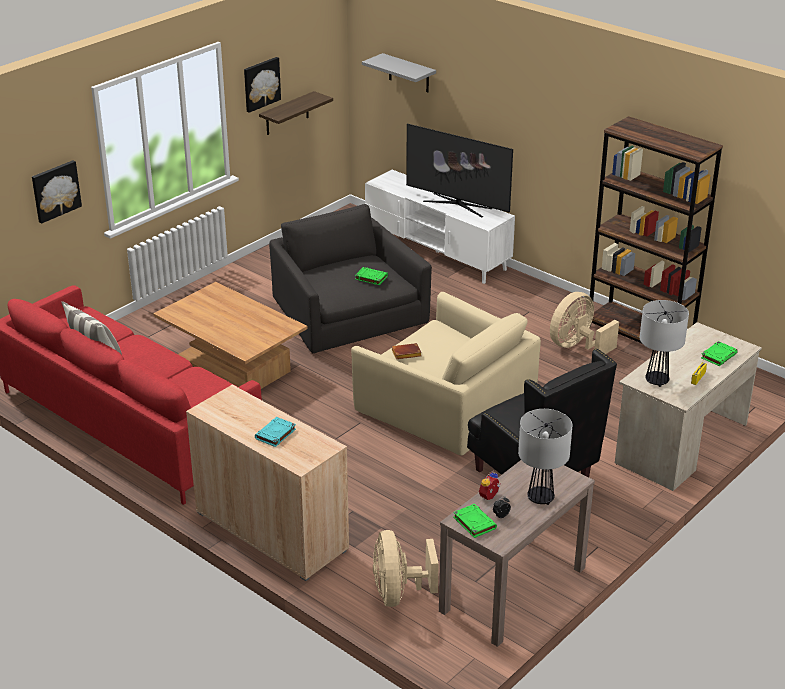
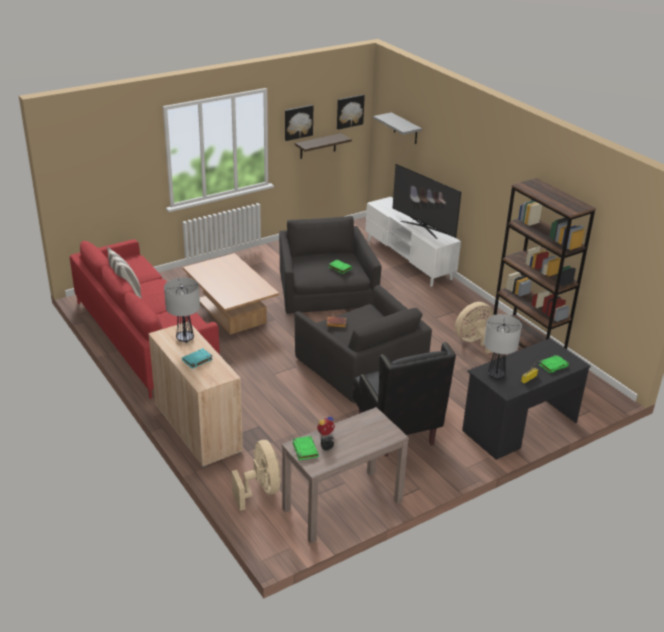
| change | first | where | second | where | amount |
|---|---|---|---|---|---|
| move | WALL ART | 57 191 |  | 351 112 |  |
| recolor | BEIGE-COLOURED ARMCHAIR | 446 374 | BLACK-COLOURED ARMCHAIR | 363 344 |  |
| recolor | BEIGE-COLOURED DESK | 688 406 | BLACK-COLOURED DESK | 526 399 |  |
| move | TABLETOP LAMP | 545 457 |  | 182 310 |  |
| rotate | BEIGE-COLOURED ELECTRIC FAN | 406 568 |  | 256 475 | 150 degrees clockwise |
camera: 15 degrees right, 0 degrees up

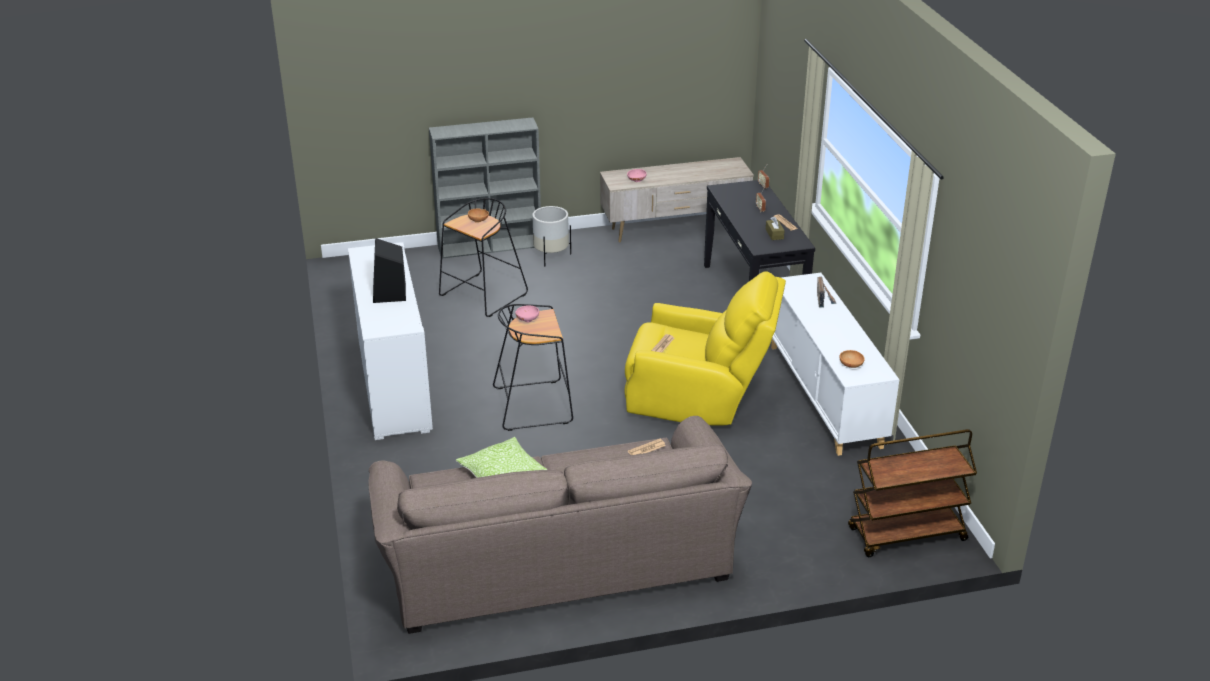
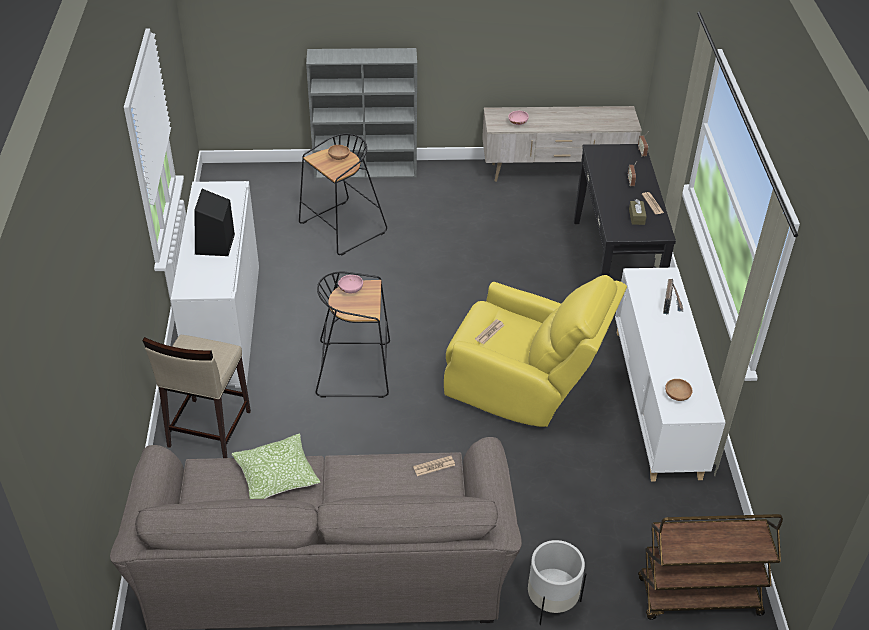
| change | first | where | second | where | amount |
|---|---|---|---|---|---|
| move | WHITE-COLOURED PLANTER | 551 236 |  | 557 582 |  |
| insert |  |  | BEIGE-COLOURED STOOL | 197 396 |  |
camera: 10 degrees right, 10 degrees up

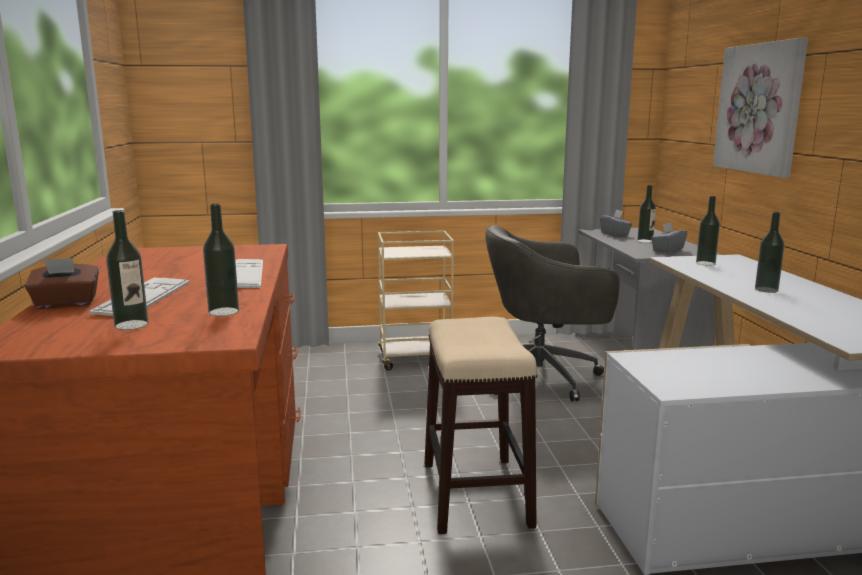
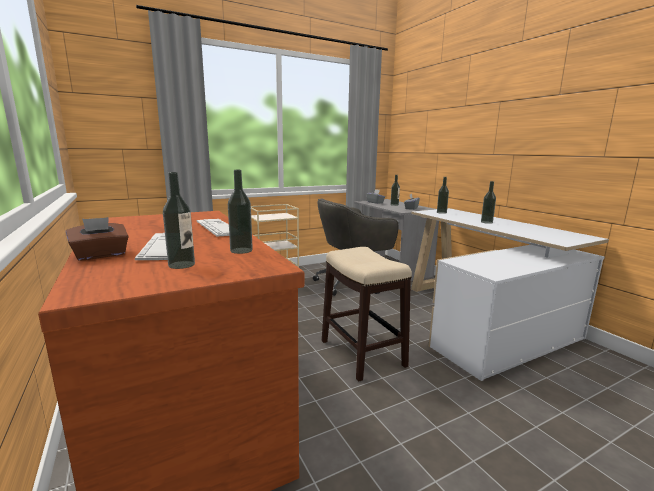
| change | first | where | second | where | amount |
|---|---|---|---|---|---|
| delete | WALL ART | 760 107 |  |  |  |
camera: 20 degrees left, 0 degrees up

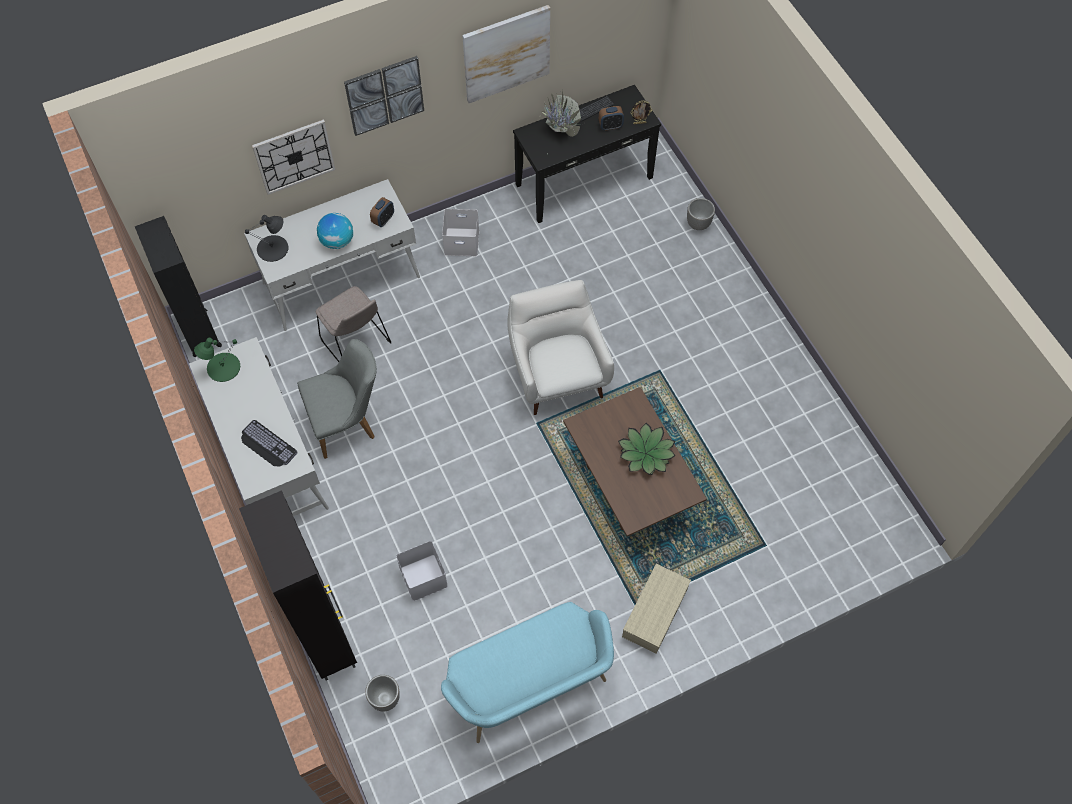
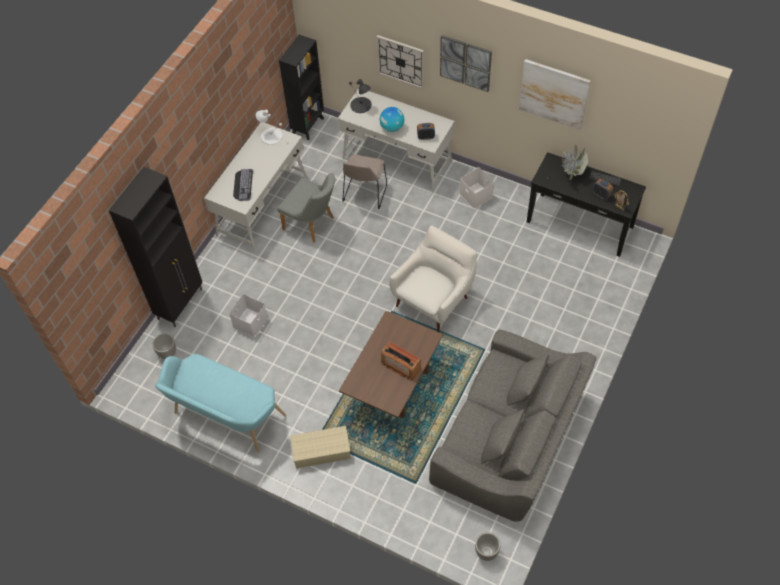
| change | first | where | second | where | amount |
|---|---|---|---|---|---|
| move | PLANTER | 701 214 |  | 487 546 |  |
| recolor | GREEN-COLOURED TABLETOP LAMP | 217 360 | WHITE-COLOURED TABLETOP LAMP | 269 127 |  |
| replace | PLANT IN A POT | 647 449 | RADIO SET | 401 361 |  |
| insert |  |  | GRAY SETTEE | 512 425 |  |
camera: 55 degrees right, 5 degrees down

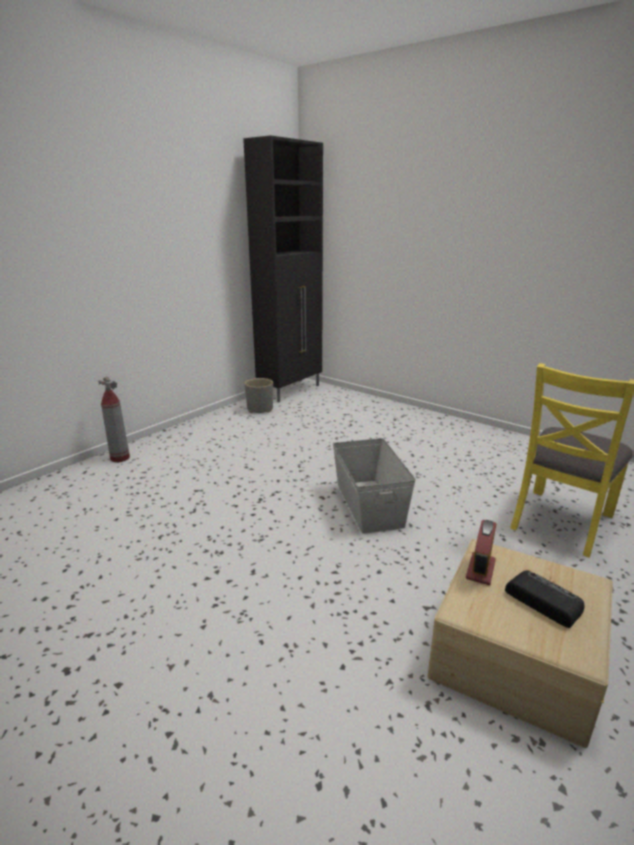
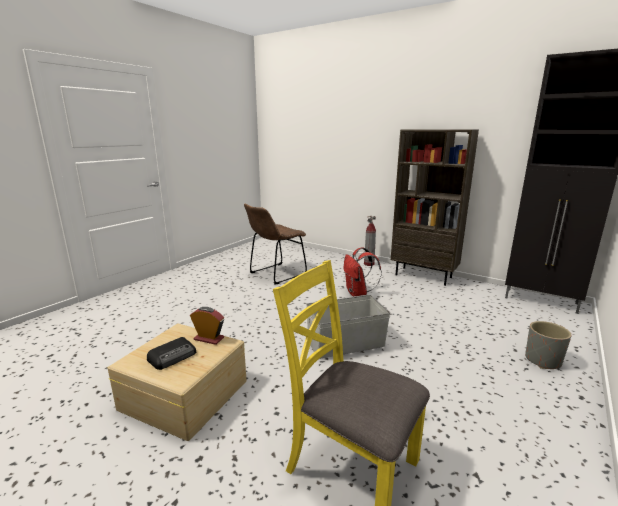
| change | first | where | second | where | amount |
|---|---|---|---|---|---|
| move | GRAY PLANTER | 259 395 |  | 548 345 |  |
| insert |  |  | BROWN BOOKCASE | 435 208 |  |
| insert |  |  | BROWN UPRIGHT CHAIR | 275 244 |  |
| insert |  |  | REDDISH KNAPSACK | 362 272 |  |
camera: 85 degrees right, 5 degrees down

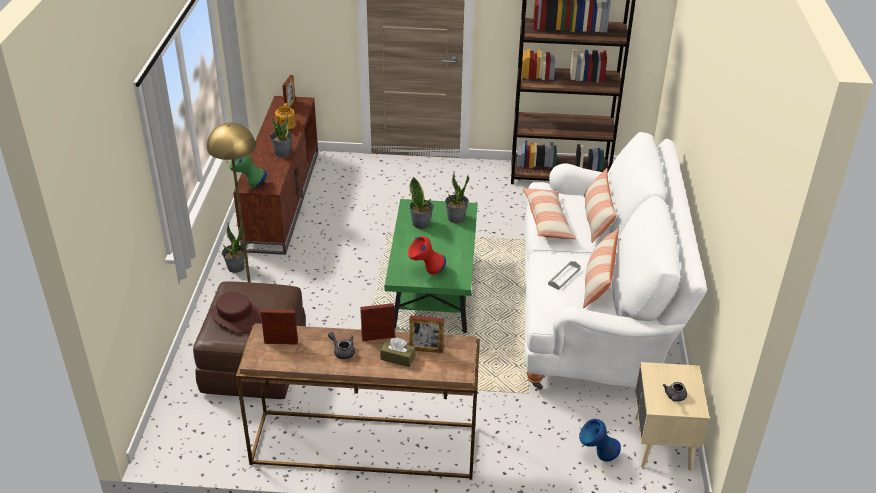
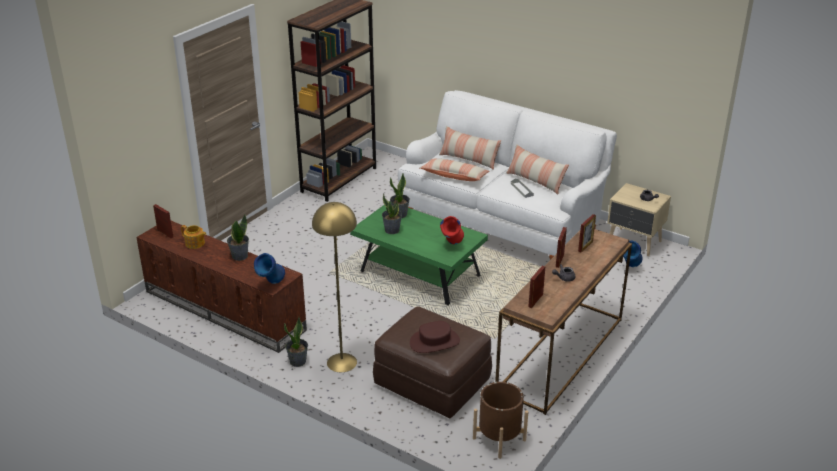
| change | first | where | second | where | amount |
|---|---|---|---|---|---|
| recolor | GREEN-COLOURED FLOWER VASE | 248 170 | BLUE FLOWER VASE | 269 268 |  |
| delete | BROWN TISSUE HOLDER | 397 352 |  |  |  |
| insert |  |  | BROWN PLANTER | 500 420 |  |
camera: 60 degrees left, 5 degrees down

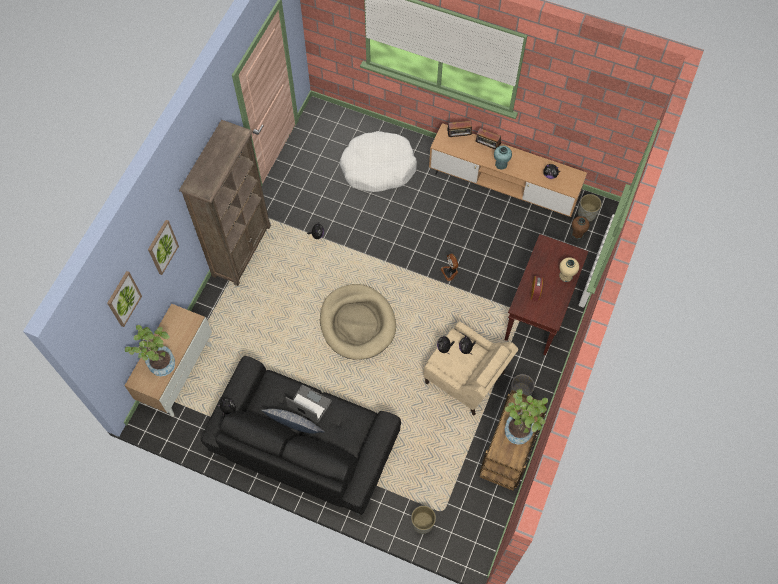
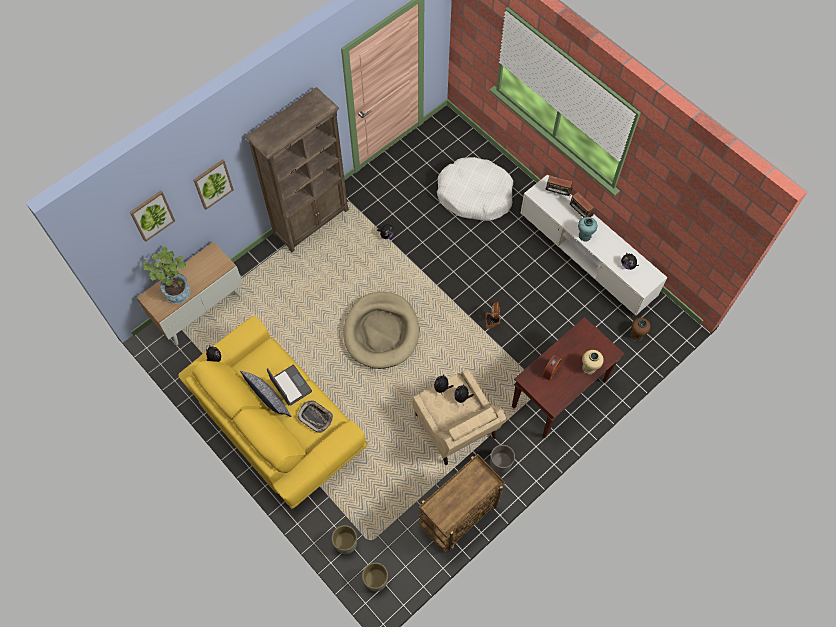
| change | first | where | second | where | amount |
|---|---|---|---|---|---|
| recolor | BROWN TV STAND | 508 171 | WHITE-COLOURED TV STAND | 594 245 |  |
| move | GRAY PLANTER | 589 208 |  | 375 577 |  |
| recolor | BLACK-COLOURED SETTEE | 301 436 | YELLOW SETTEE | 273 412 |  |
| delete | PLANT IN A POT | 526 416 |  |  |  |
| insert |  |  | CARRYING TRAY | 315 416 |  |
camera: 25 degrees right, 0 degrees up

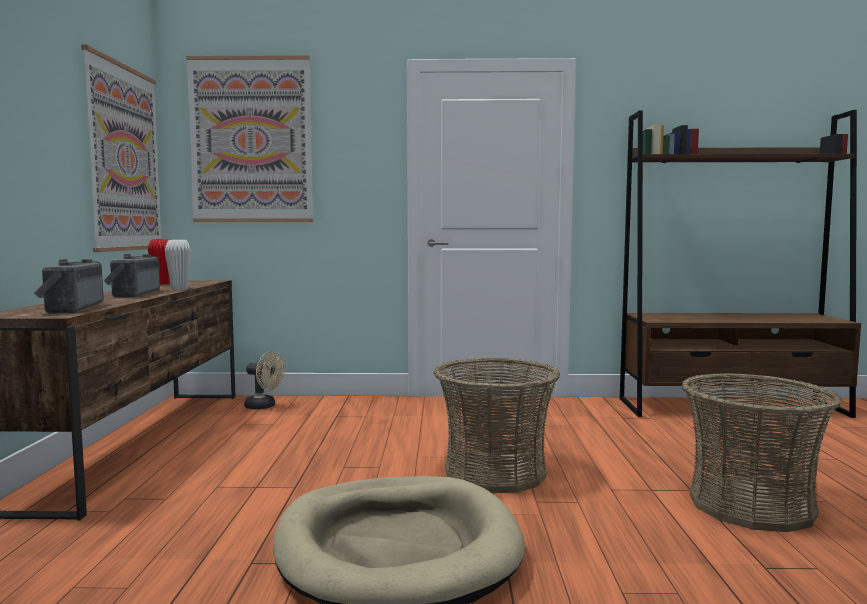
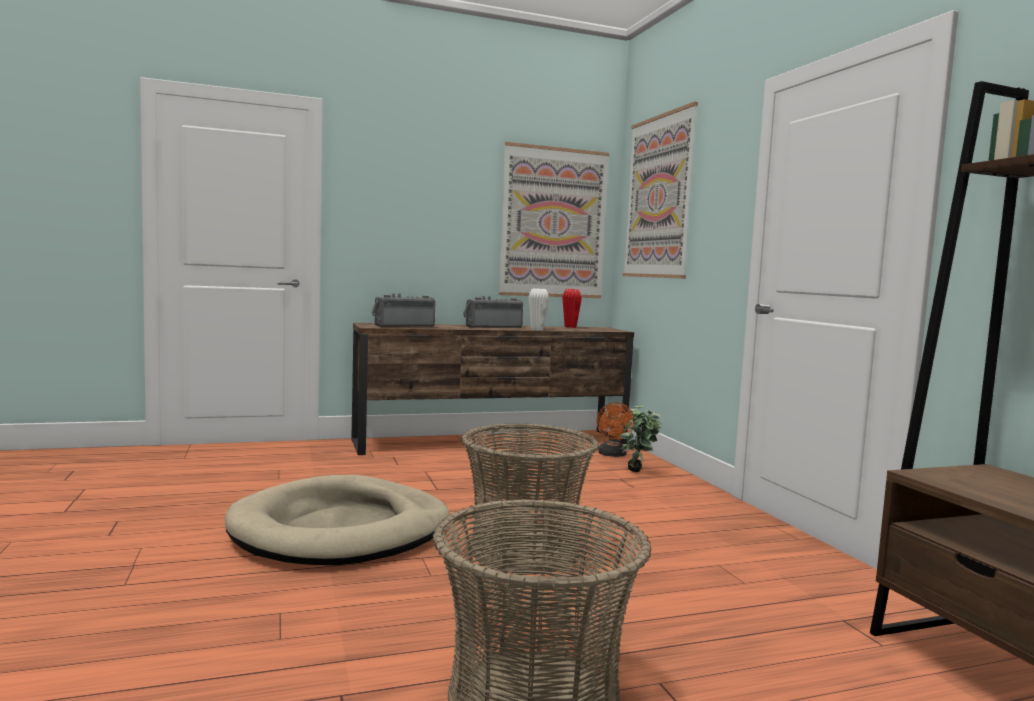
| change | first | where | second | where | amount |
|---|---|---|---|---|---|
| recolor | BEIGE-COLOURED ELECTRIC FAN | 264 380 | ORANGEY ELECTRIC FAN | 615 429 |  |
| insert |  |  | PLANT IN A POT | 641 439 |  |
camera: 70 degrees right, 0 degrees up

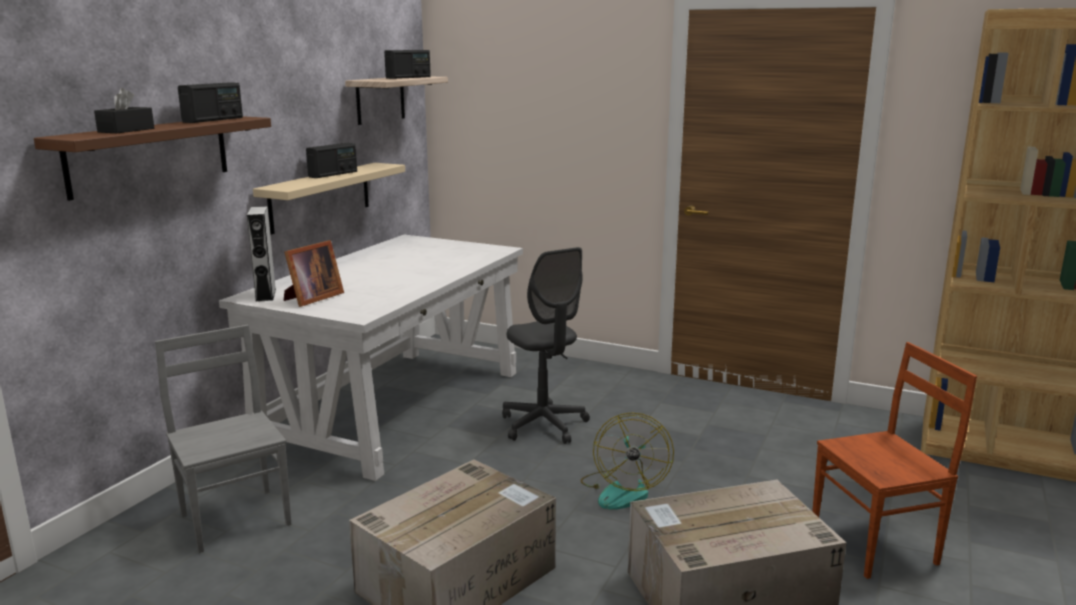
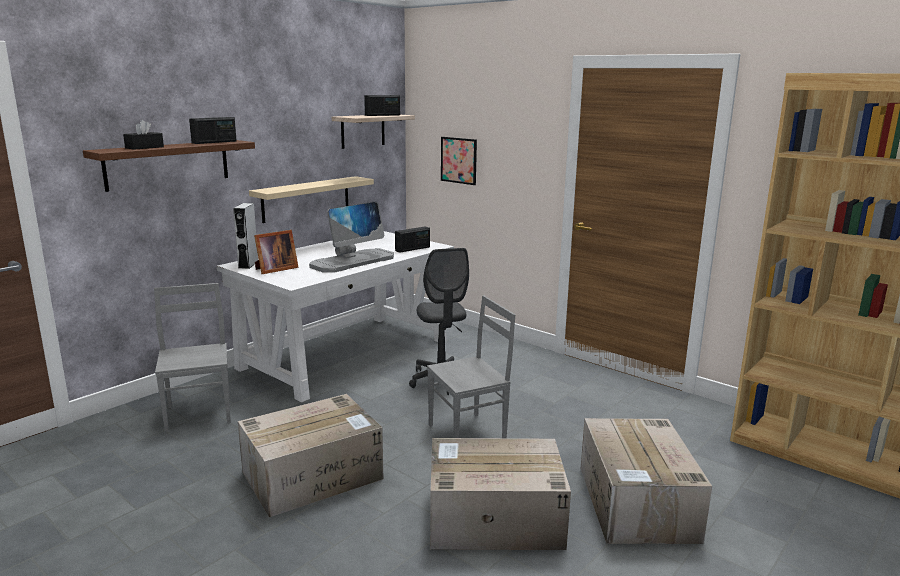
| change | first | where | second | where | amount |
|---|---|---|---|---|---|
| move | RADIO SET | 331 160 |  | 412 239 |  |
| replace | BROWN UPRIGHT CHAIR | 894 460 | CARDBOARD BOX | 646 481 |  |
| replace | ELECTRIC FAN | 627 461 | GRAY UPRIGHT CHAIR | 471 366 |  |
| insert |  |  | WALL ART | 459 161 |  |
| insert |  |  | MONITOR | 351 237 |  |
camera: 15 degrees right, 0 degrees up

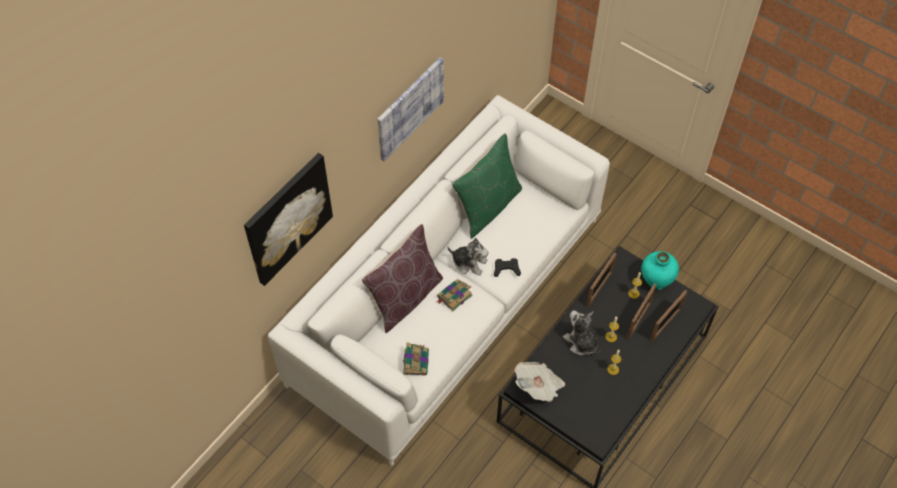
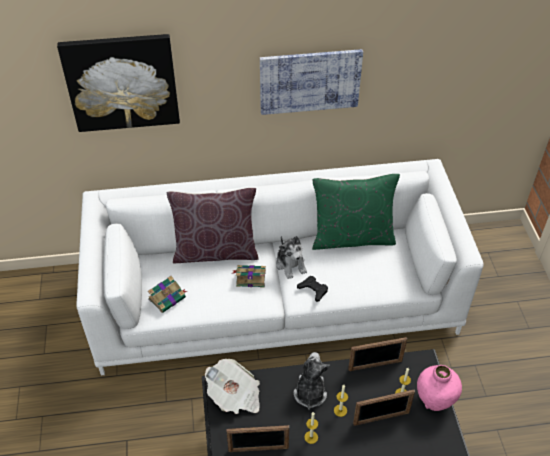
| change | first | where | second | where | amount |
|---|---|---|---|---|---|
| recolor | BLUE-GREEN FLOWER VASE | 660 270 | PINK-COLOURED FLOWER VASE | 439 388 |  |
| move | STANDING FRAME | 668 315 |  | 257 438 |  |
camera: 45 degrees right, 10 degrees down

